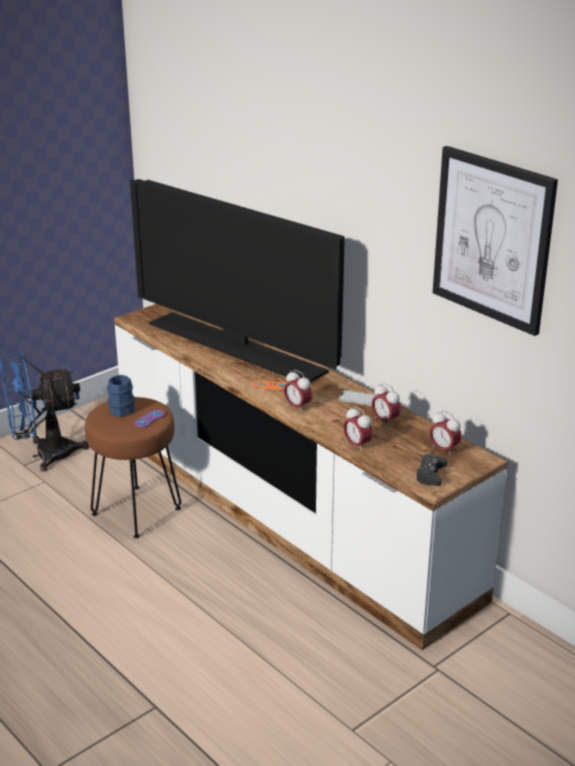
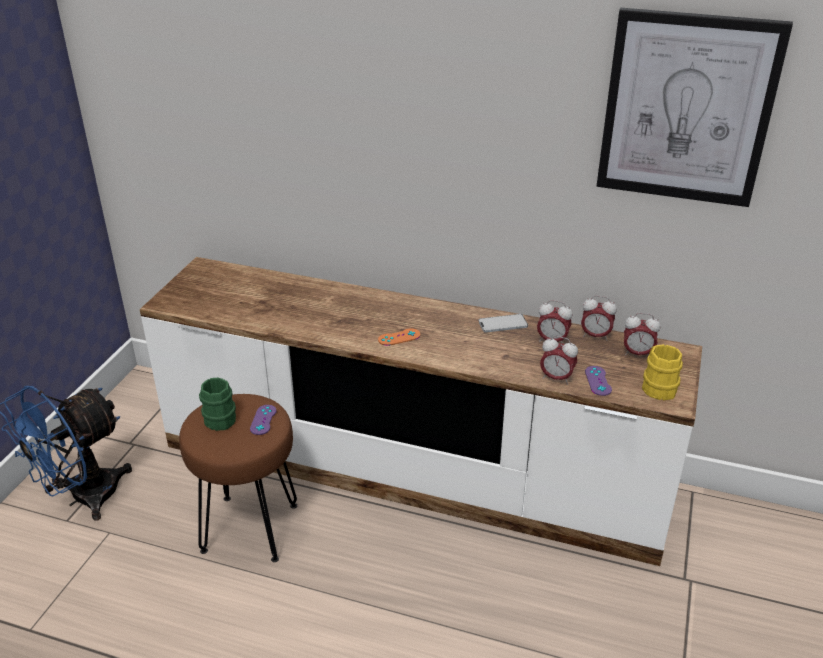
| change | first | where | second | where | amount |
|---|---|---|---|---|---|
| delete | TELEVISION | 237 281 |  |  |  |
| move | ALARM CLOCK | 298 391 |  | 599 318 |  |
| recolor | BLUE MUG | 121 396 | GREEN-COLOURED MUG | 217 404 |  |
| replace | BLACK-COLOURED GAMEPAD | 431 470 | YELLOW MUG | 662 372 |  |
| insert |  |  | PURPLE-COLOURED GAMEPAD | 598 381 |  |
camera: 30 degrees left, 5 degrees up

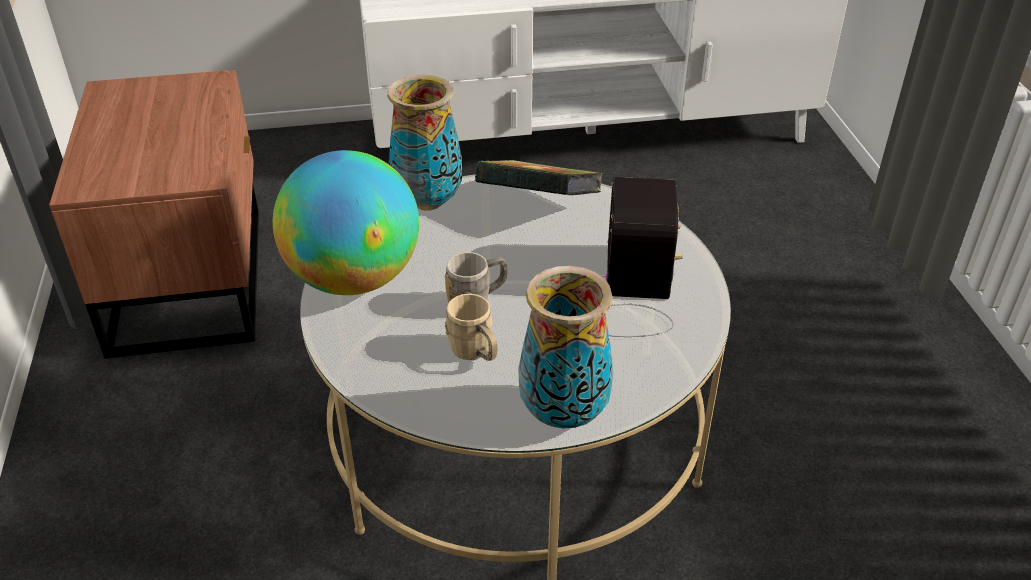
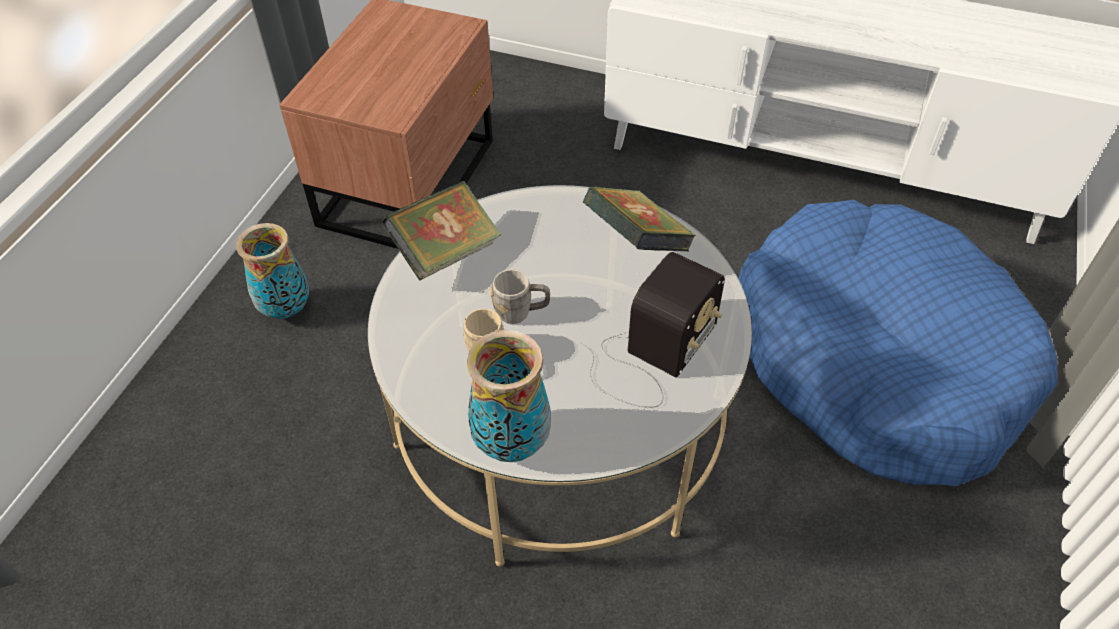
| change | first | where | second | where | amount |
|---|---|---|---|---|---|
| move | FLOWER VASE | 424 143 |  | 272 271 |  |
| replace | DESK GLOBE | 346 222 | VOLUME | 441 231 |  |
| insert |  |  | BLUE DOG BED | 898 343 |  |
camera: 30 degrees right, 10 degrees up

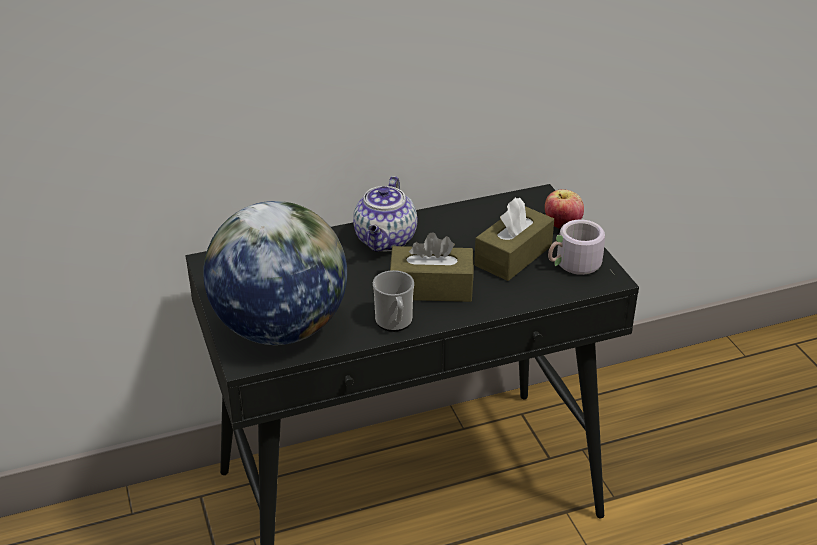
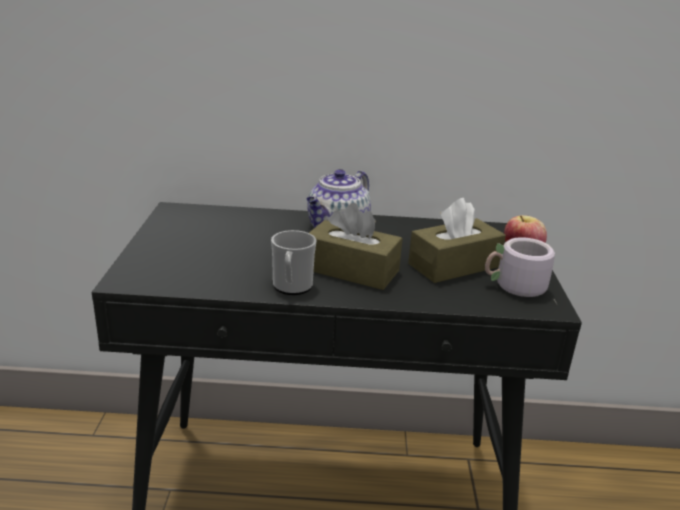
| change | first | where | second | where | amount |
|---|---|---|---|---|---|
| delete | DESK GLOBE | 275 273 |  |  |  |
camera: 20 degrees right, 10 degrees down

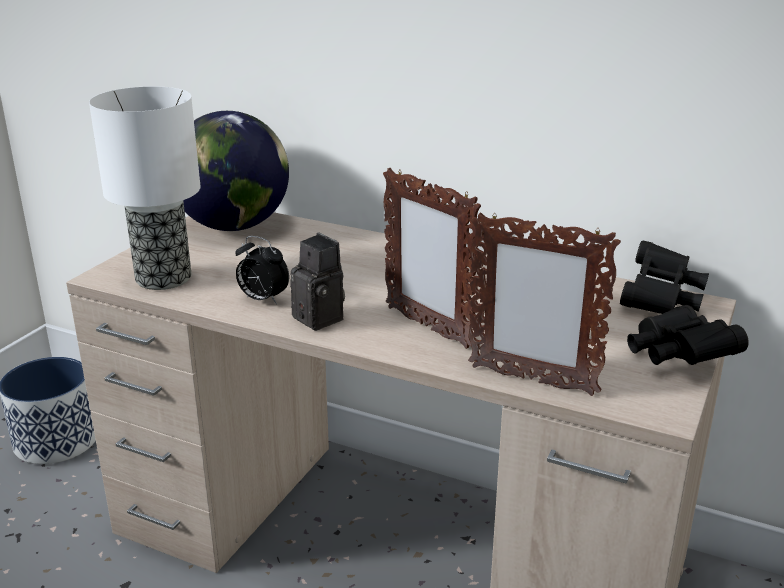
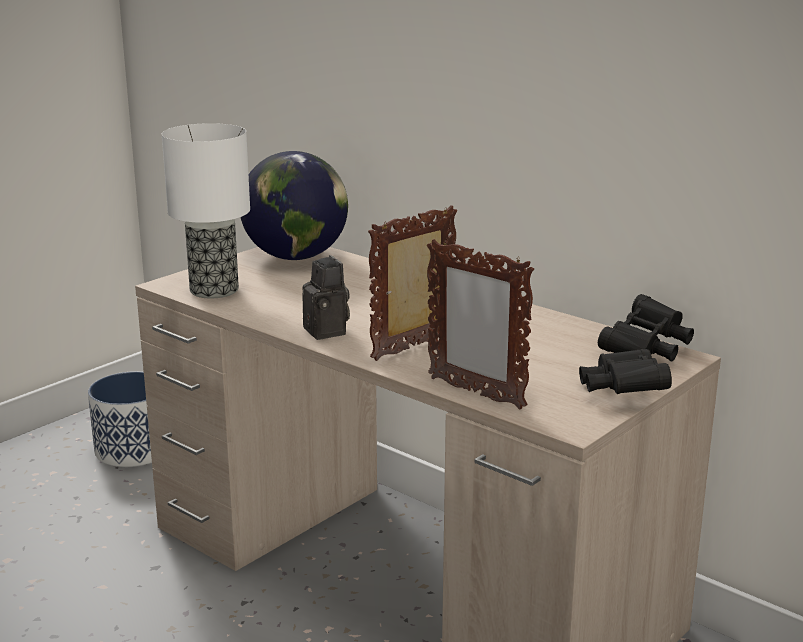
| change | first | where | second | where | amount |
|---|---|---|---|---|---|
| rotate | STANDING FRAME | 432 258 |  | 412 283 | 75 degrees clockwise |
| delete | ALARM CLOCK | 262 270 |  |  |  |
camera: 15 degrees right, 5 degrees down

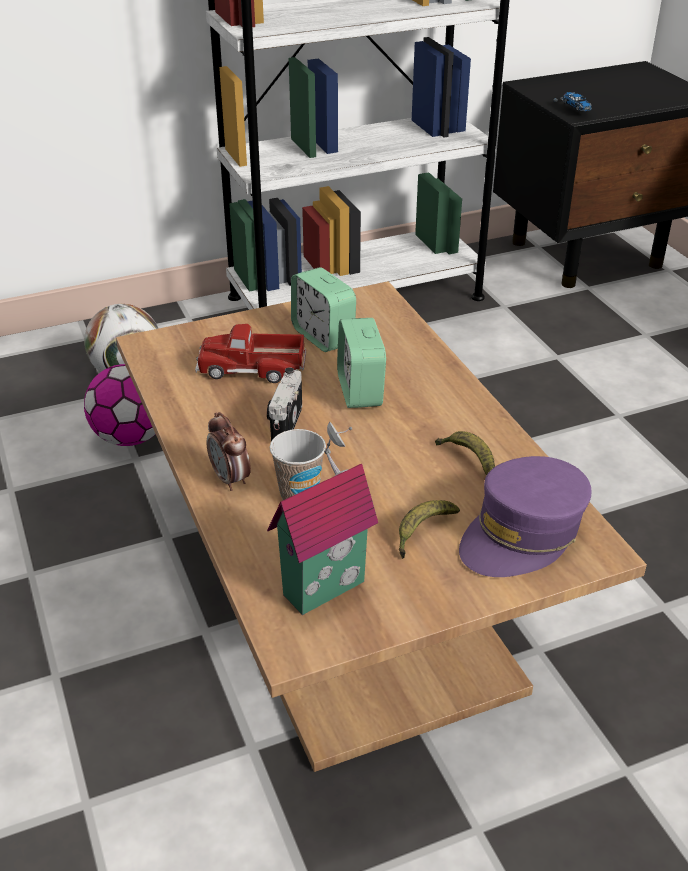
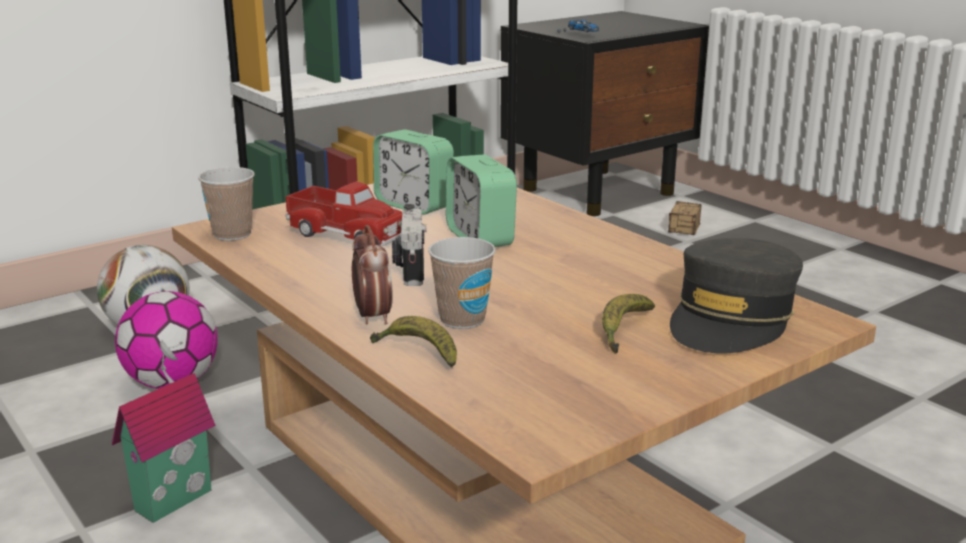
| change | first | where | second | where | amount |
|---|---|---|---|---|---|
| rotate | TOY TRUCK | 250 353 |  | 343 213 | 135 degrees counterclockwise |
| rotate | ALARM CLOCK | 228 451 |  | 372 274 | 150 degrees counterclockwise |
| move | MODEL HOUSE | 322 518 |  | 164 431 |  |
| move | BANANA | 465 453 |  | 413 342 |  |
| recolor | PURPLE-COLOURED BASEBALL CAP | 525 516 | GRAY BASEBALL CAP | 736 296 |  |
| insert |  |  | CUP | 226 204 |  |
| insert |  |  | STORAGE BOX | 685 210 |  |
camera: 15 degrees left, 15 degrees down

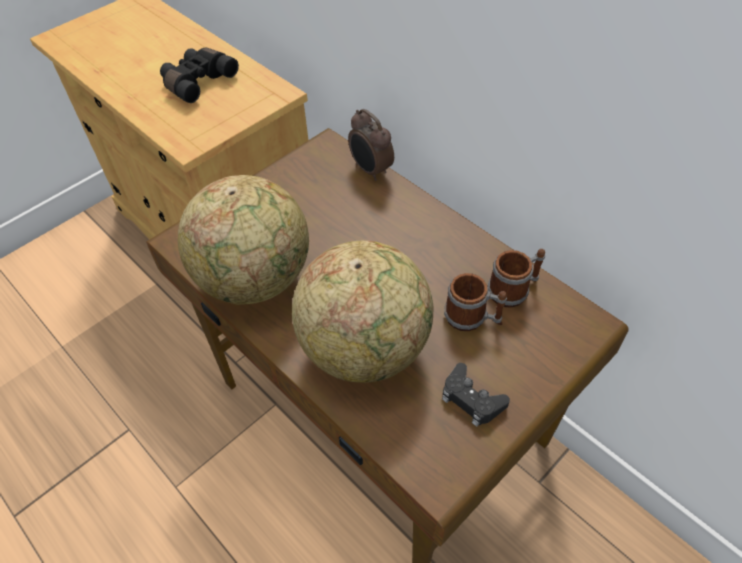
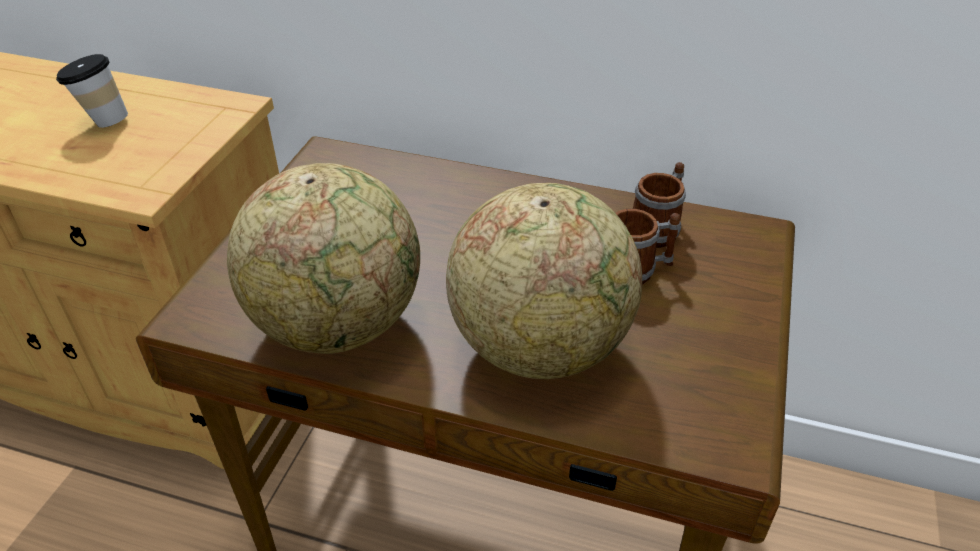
| change | first | where | second | where | amount |
|---|---|---|---|---|---|
| replace | BLACK-COLOURED FIELD GLASSES | 199 75 | CUP | 92 91 |  |
| delete | ALARM CLOCK | 371 145 |  |  |  |
| delete | BLACK-COLOURED GAMEPAD | 476 395 |  |  |  |
camera: 30 degrees left, 10 degrees down

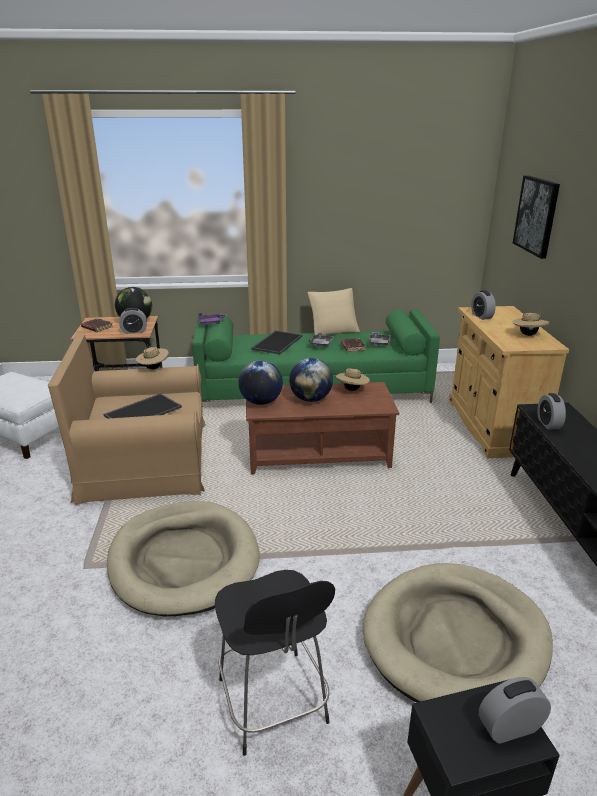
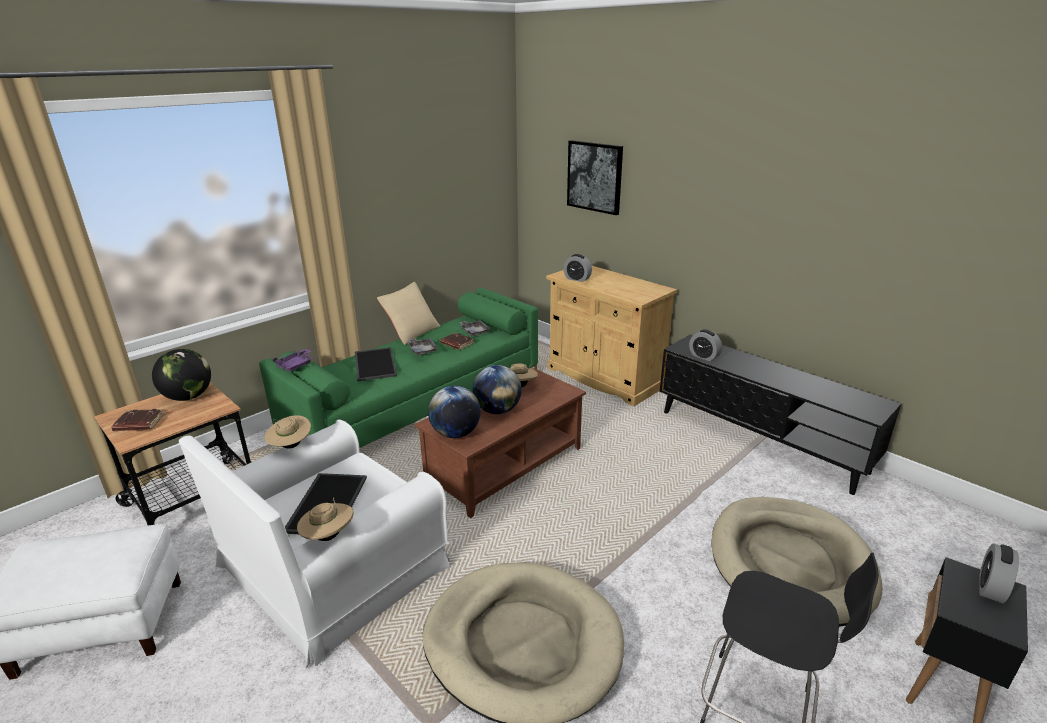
| change | first | where | second | where | amount |
|---|---|---|---|---|---|
| delete | ALARM CLOCK | 133 321 |  |  |  |
| move | BEIGE-COLOURED HAT | 531 324 |  | 325 519 |  |
| recolor | BROWN ARMCHAIR | 127 419 | WHITE-COLOURED ARMCHAIR | 315 543 |  |
camera: 40 degrees left, 0 degrees up

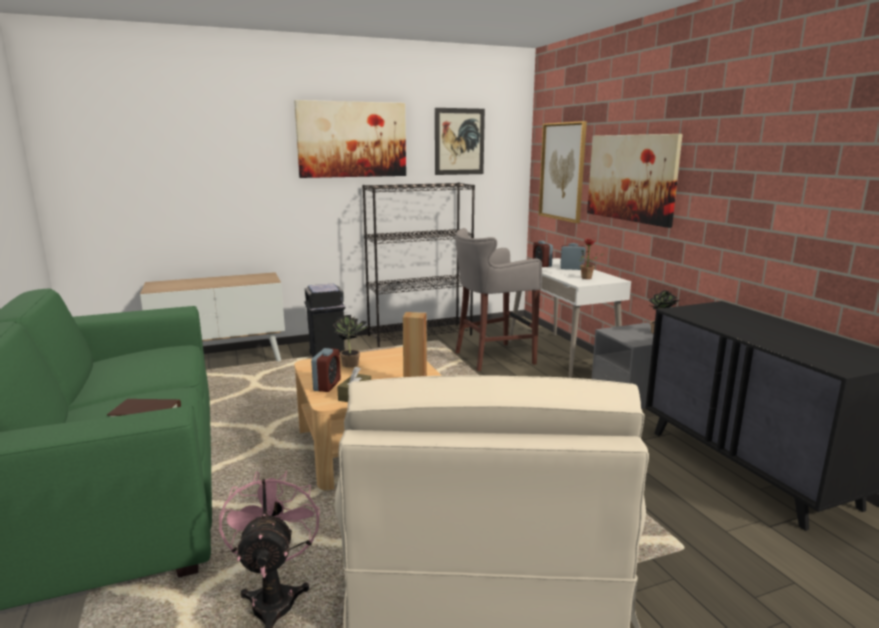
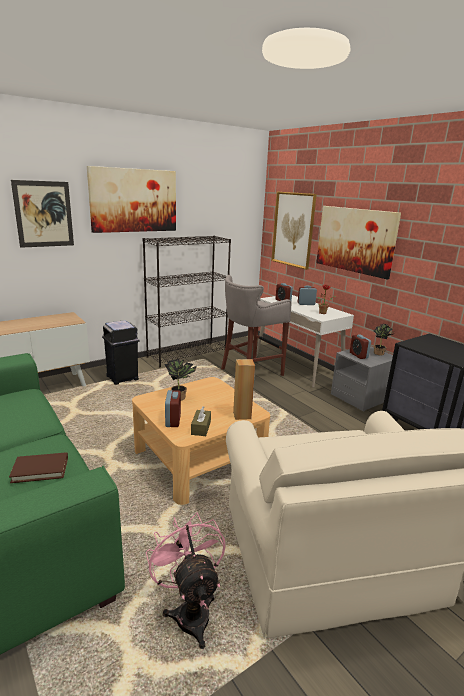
| change | first | where | second | where | amount |
|---|---|---|---|---|---|
| move | WALL ART | 460 141 |  | 42 214 |  |
| insert |  |  | ALARM CLOCK | 360 346 |  |
camera: 15 degrees left, 5 degrees up

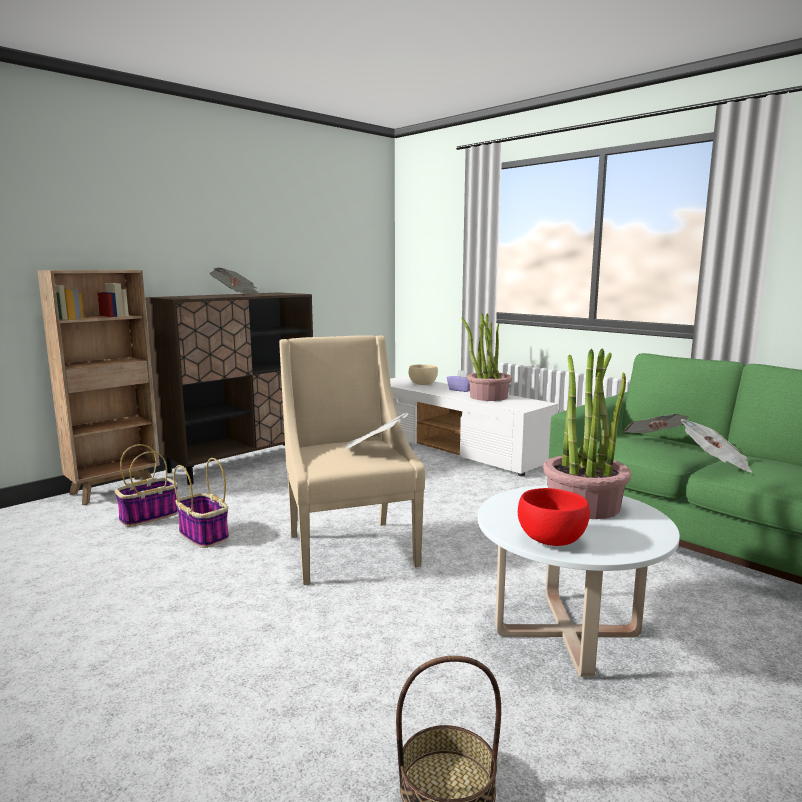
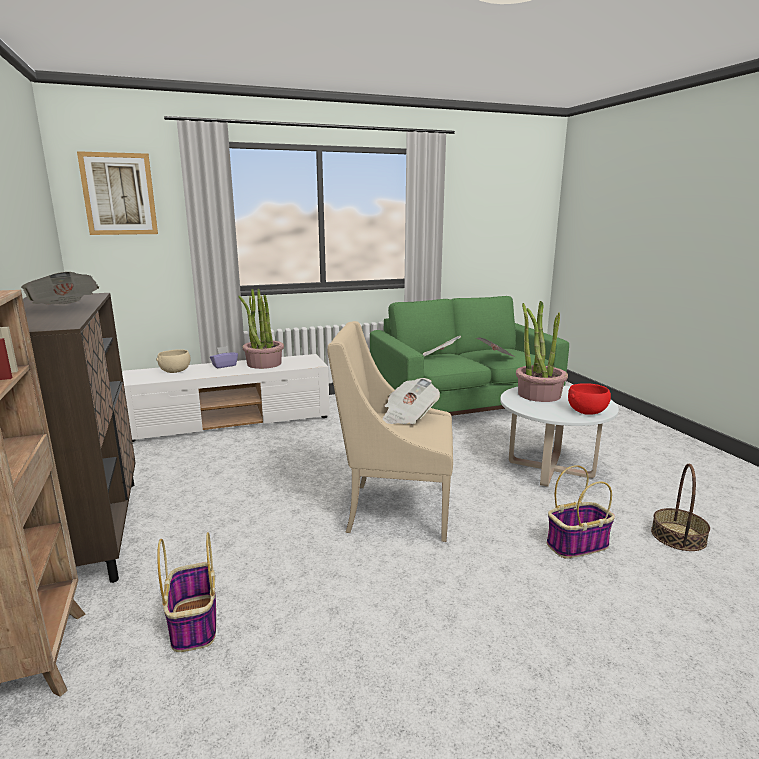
| change | first | where | second | where | amount |
|---|---|---|---|---|---|
| move | HOUSEHOLD BASKET | 201 503 |  | 581 511 |  |
| insert |  |  | WALL ART | 117 193 |  |
camera: 65 degrees left, 5 degrees up

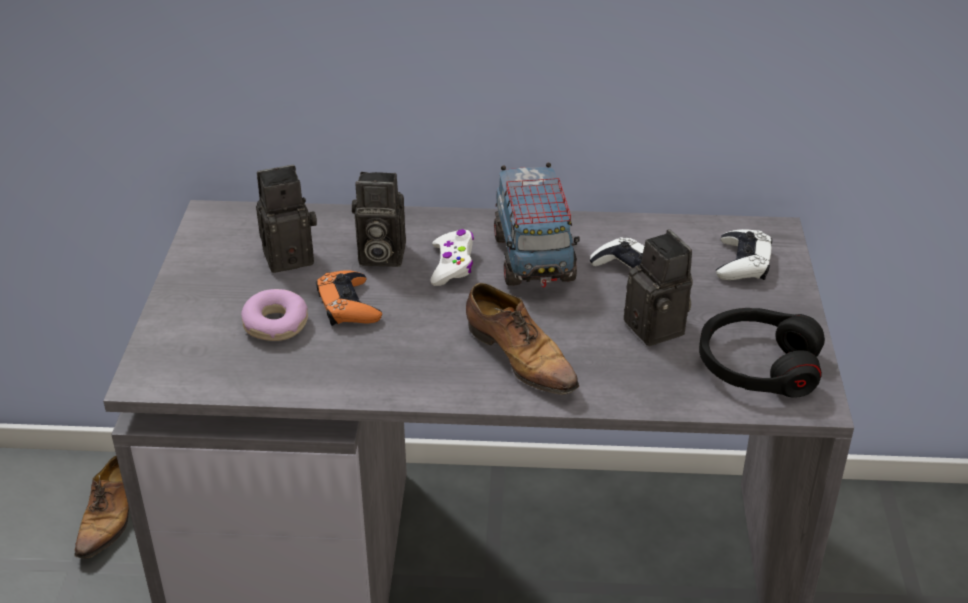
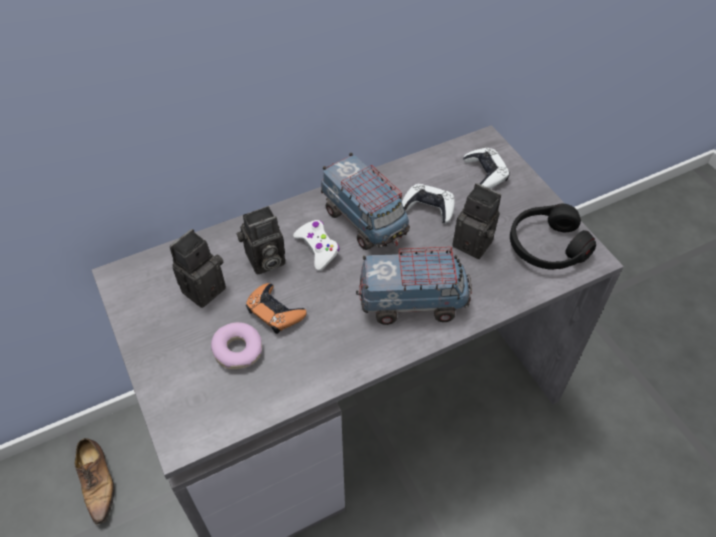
| change | first | where | second | where | amount |
|---|---|---|---|---|---|
| replace | SHOE | 522 339 | TOY TRUCK | 414 286 |  |
camera: 30 degrees left, 15 degrees up

